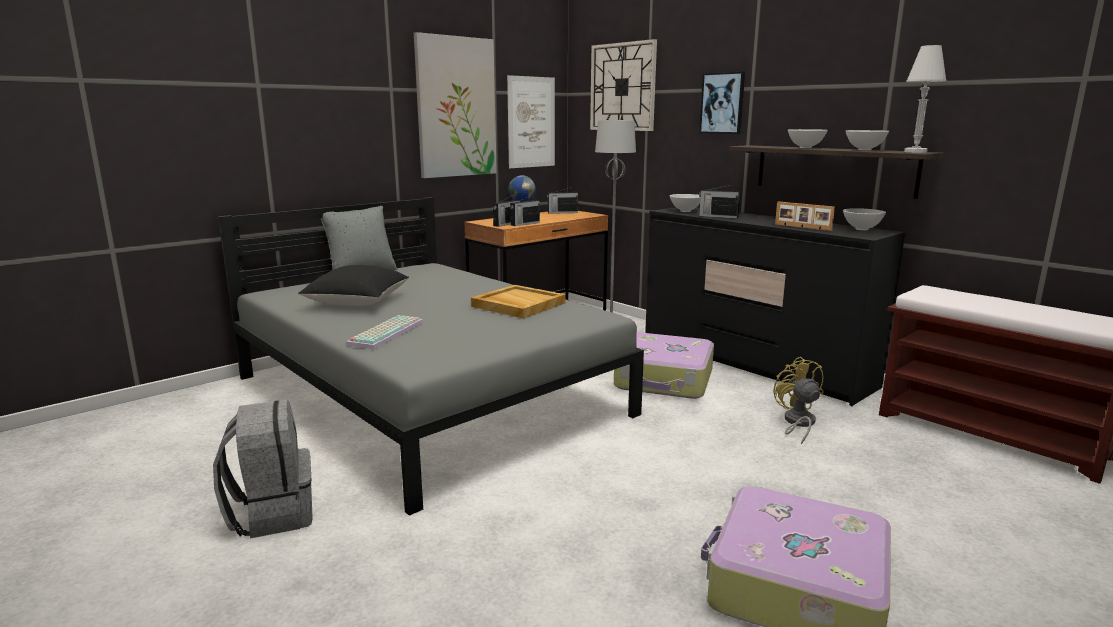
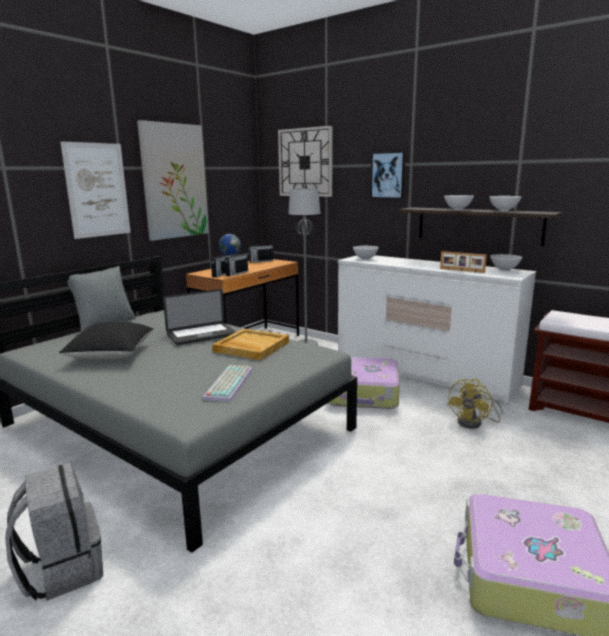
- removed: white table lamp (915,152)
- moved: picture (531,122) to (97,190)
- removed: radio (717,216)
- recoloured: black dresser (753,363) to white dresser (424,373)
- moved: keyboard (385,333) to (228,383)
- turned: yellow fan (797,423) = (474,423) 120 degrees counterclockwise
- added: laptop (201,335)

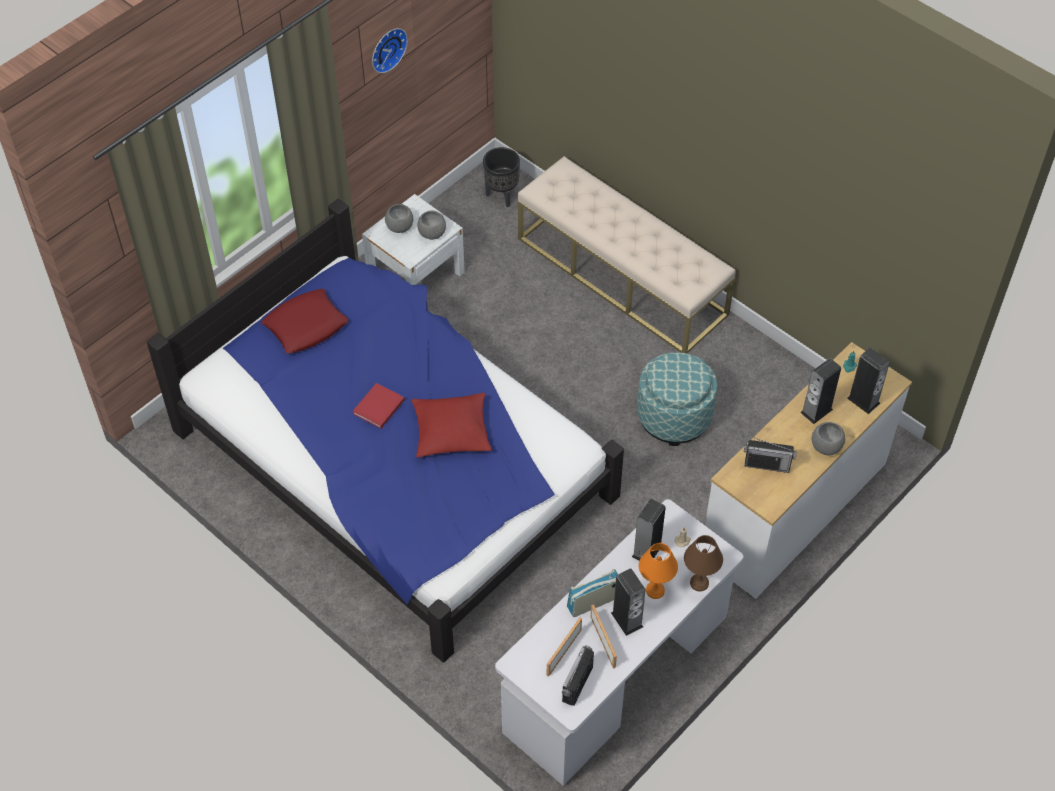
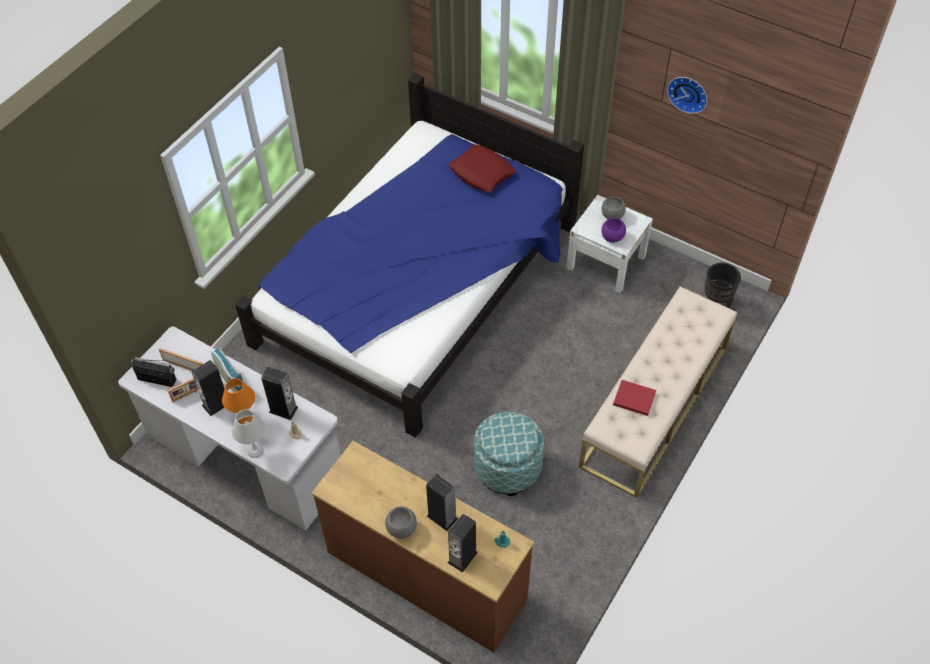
- recoloured: grey bowl (432,233) to purple bowl (612,237)
- recoloured: white dresser (795,510) to brown dresser (425,576)
- moved: red book (378,408) to (633,398)
- removed: red pillow (451,431)
- removed: radio (767,465)
- recoloured: brown table lamp (698,582) to white table lamp (255,450)

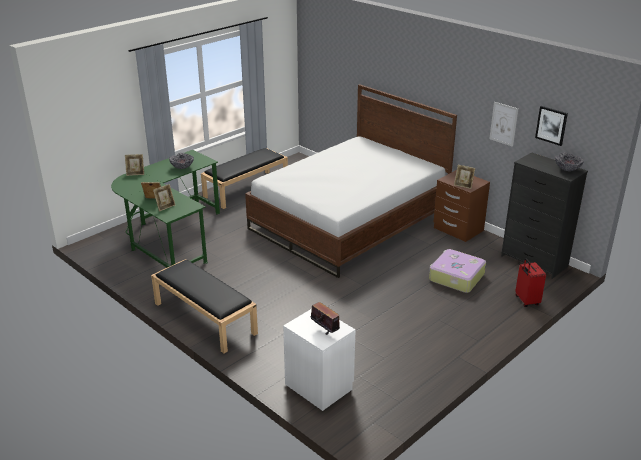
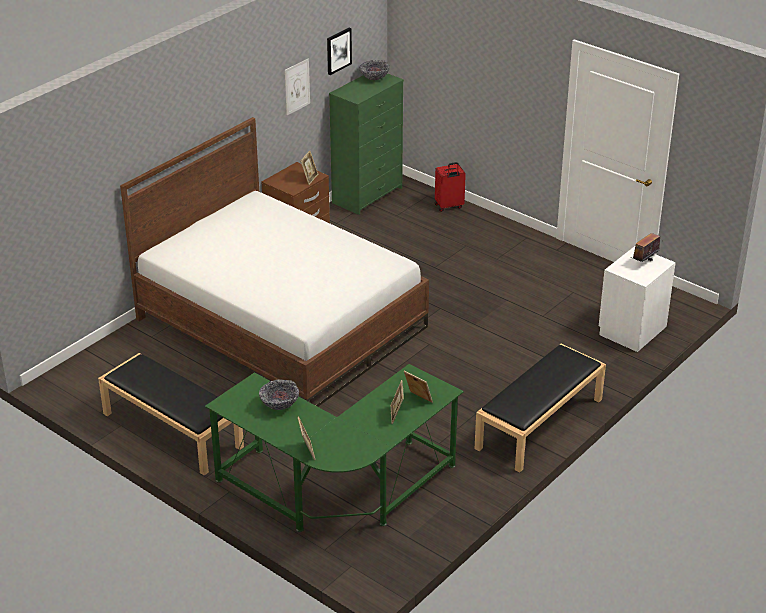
- recoloured: black dresser (534,261) to green dresser (368,195)
- removed: suitcase (455,277)

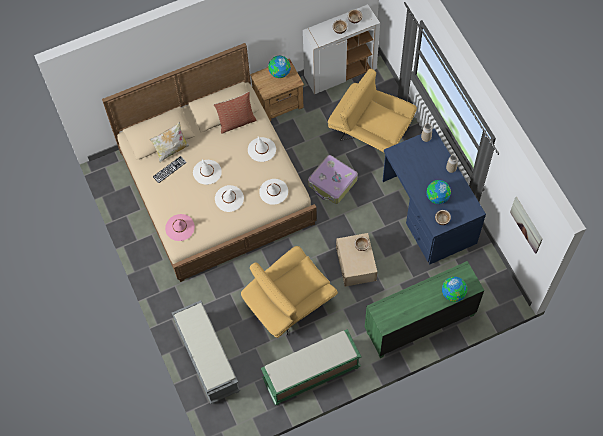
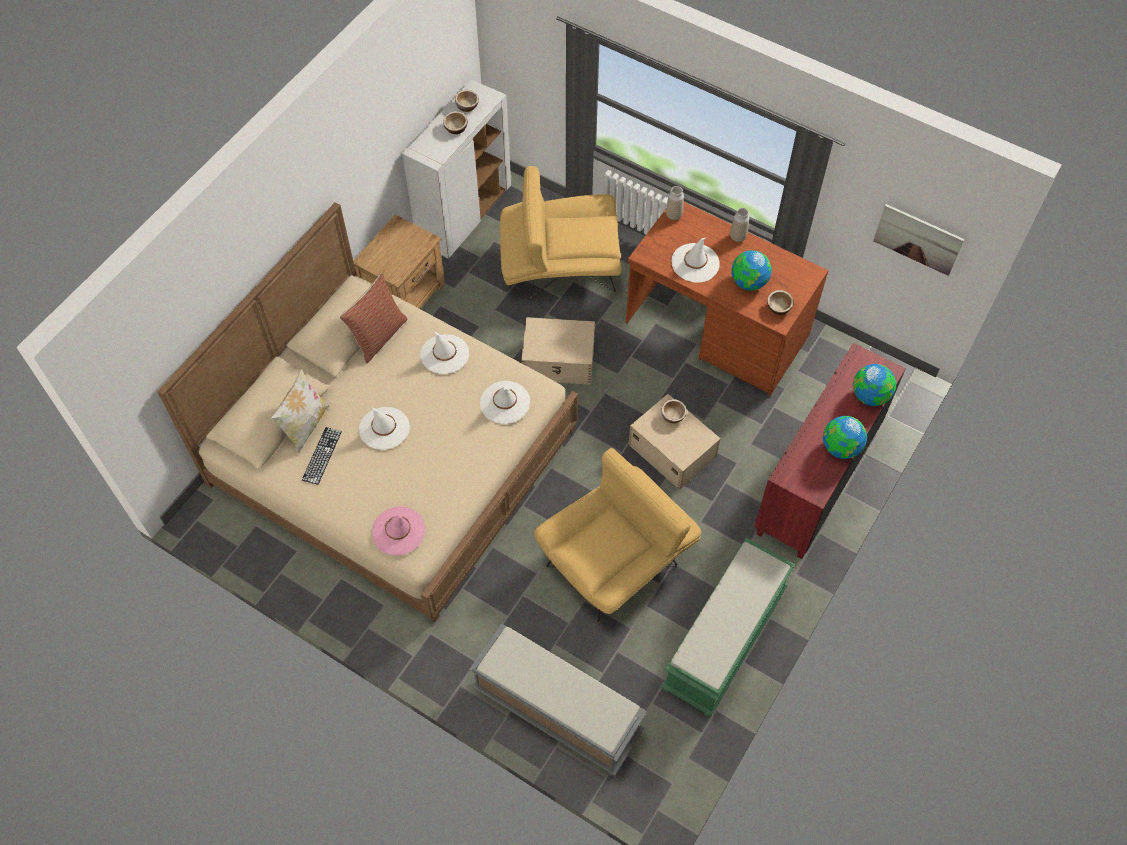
- moved: globe (279,73) to (840,448)
- recoloured: blue desk (428,212) to brown desk (716,330)
- replaced: suitcase (332,183) to beige storage box (559,361)
- moved: white hat (229,198) to (695,263)
- turned: yellow armchair (289,302) = (618,557) 150 degrees counterclockwise
- recoloured: green dresser (419,323) to red dresser (816,480)

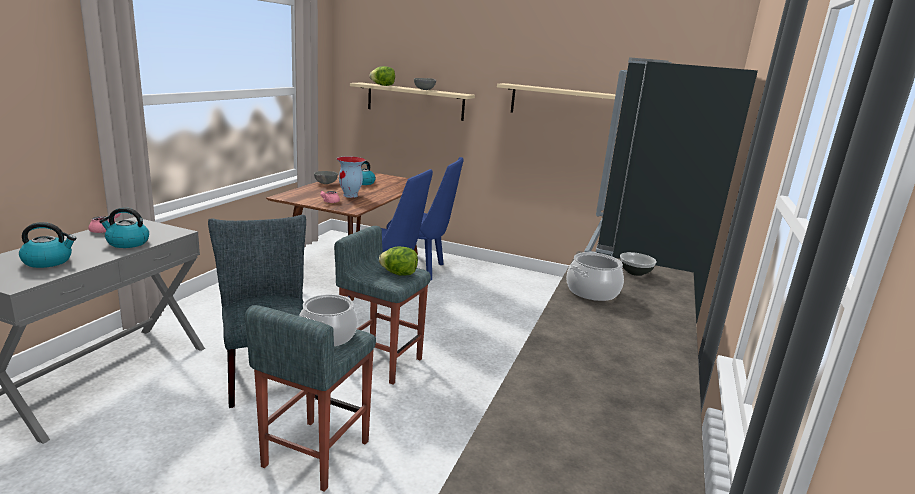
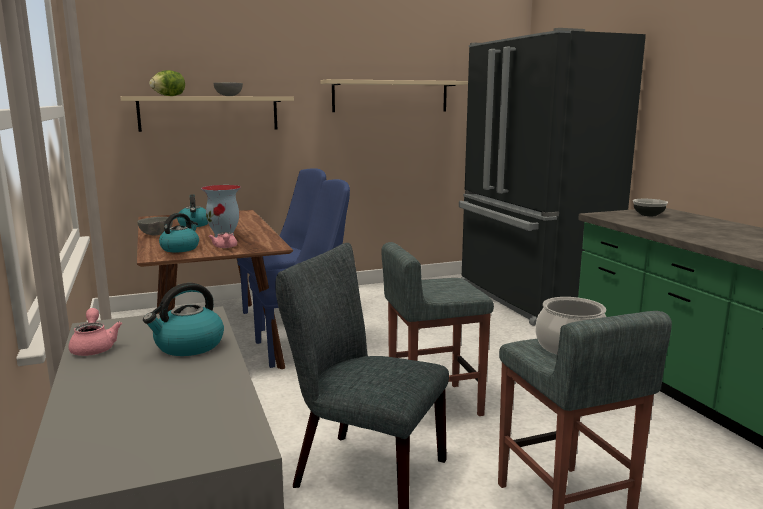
- moved: kettle (48,261) to (180,248)
- removed: lettuce (399,274)
- removed: cooking pot (592,291)

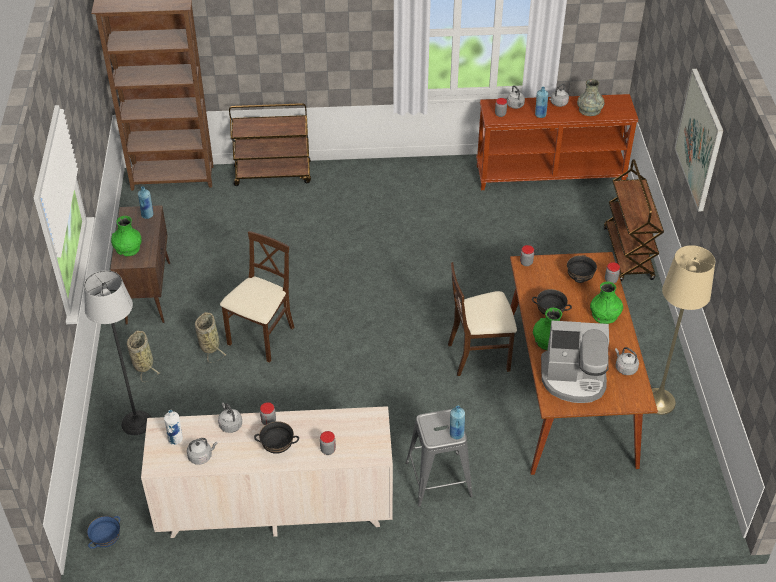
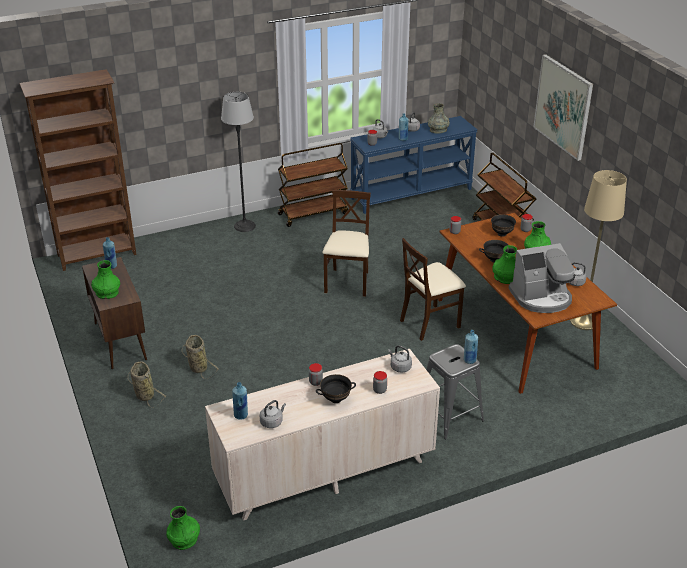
- recoloured: brown console table (550,174) to blue console table (411,193)
- moved: brown cart (273,174) to (313,213)
- moved: beige chair (262,337) to (348,283)
- moved: floor lamp (136,423) to (244,226)
- moved: grey kettle (230,424) to (399,367)
- recoloured: white bottle (175,439) to blue bottle (241,415)
- replaced: blue bowl (106,540) to green vase (184,539)

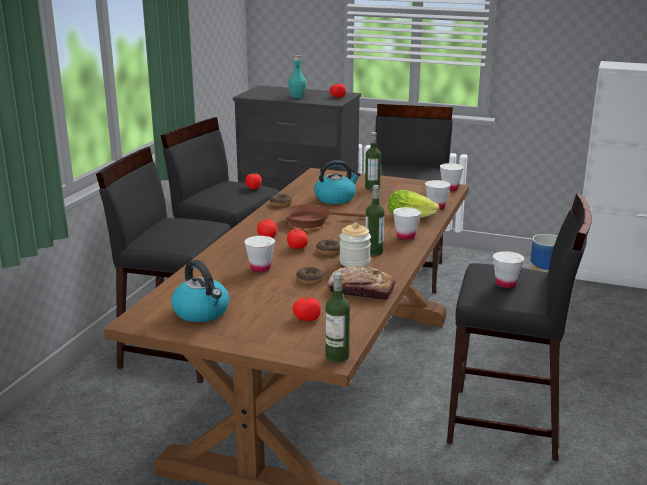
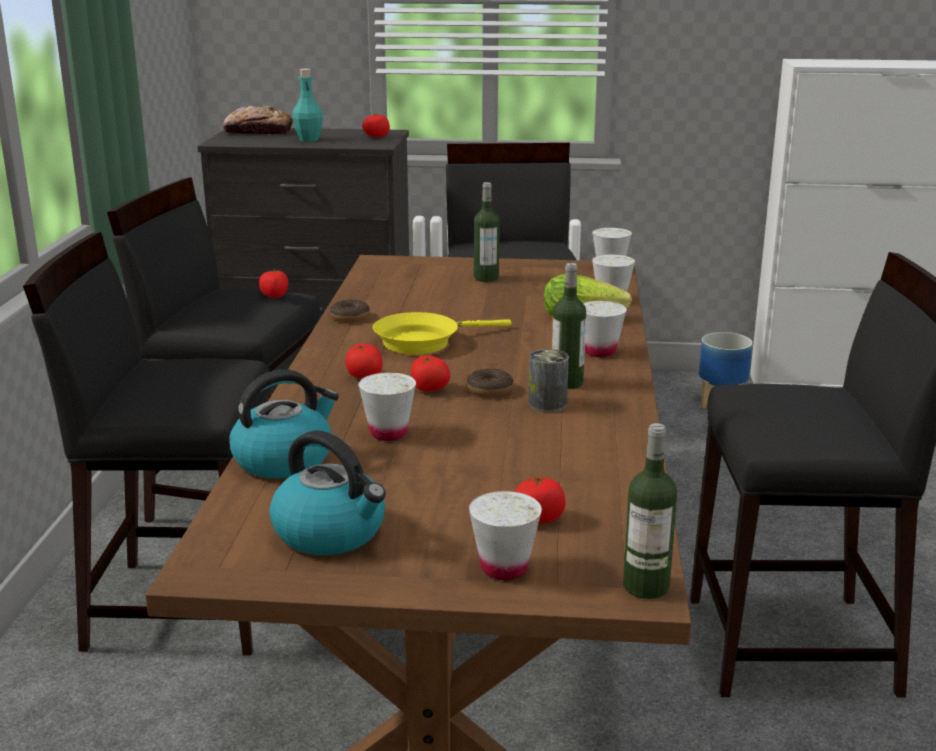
- moved: kettle (335,198) to (284,460)
- recoloured: brown frying pan (311,221) to yellow frying pan (423,341)
- replaced: jar (354,262) to can (547,404)
- moved: white cup (505,284) to (504,569)
- moved: bread (361,291) to (258,132)
- removed: donut (310,280)

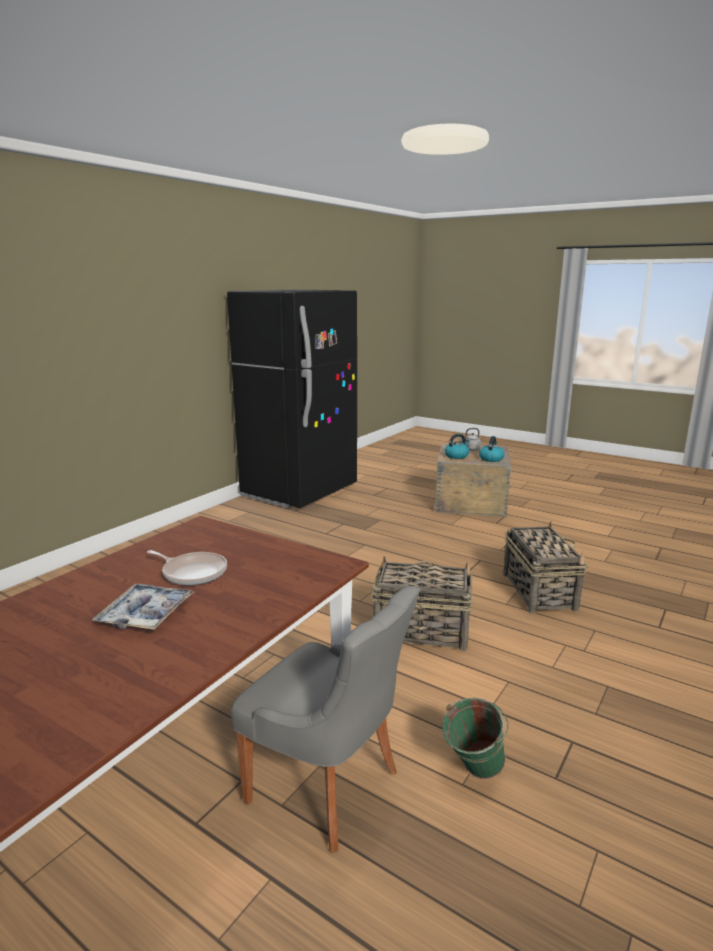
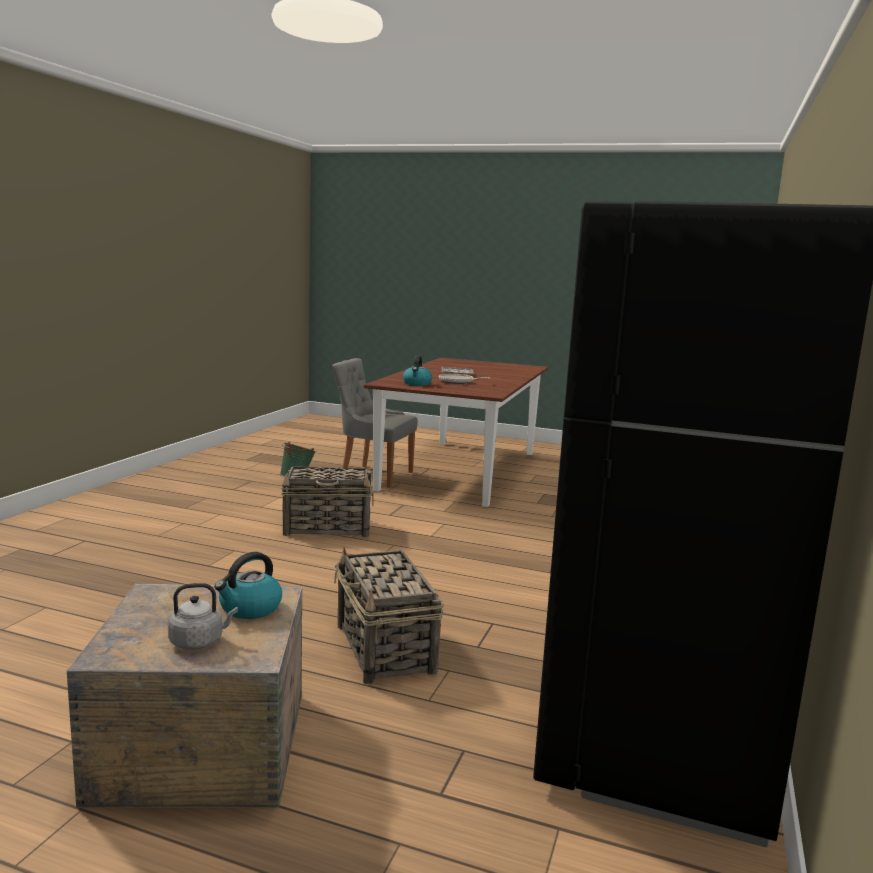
- moved: kettle (491,459) to (417,383)
- moved: basket (538,591) to (385,649)

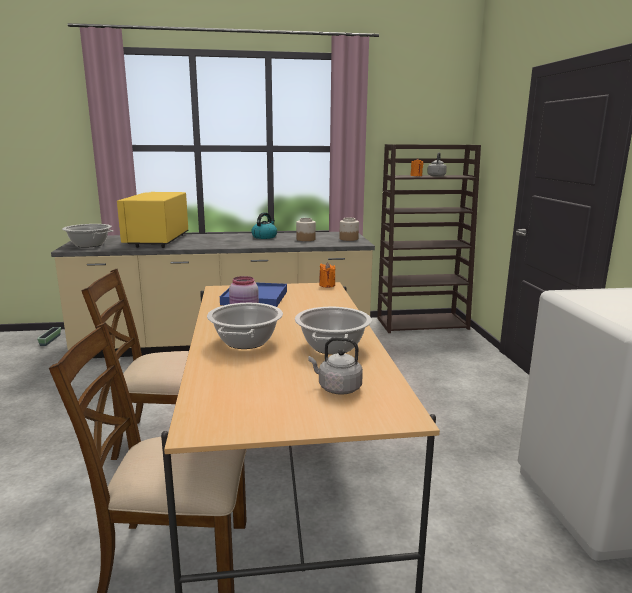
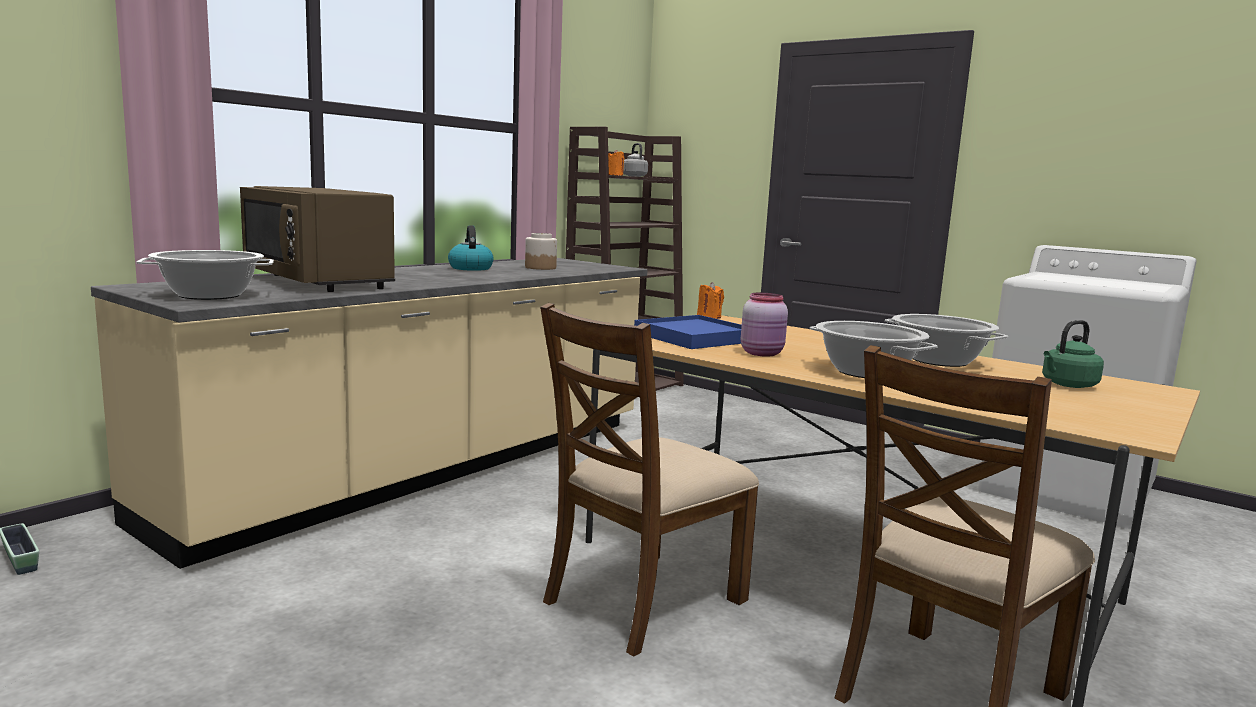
- recoloured: yellow microwave (157,240) to brown microwave (318,281)
- removed: jar (348,239)
- recoloured: grey kettle (337,388) to green kettle (1067,385)

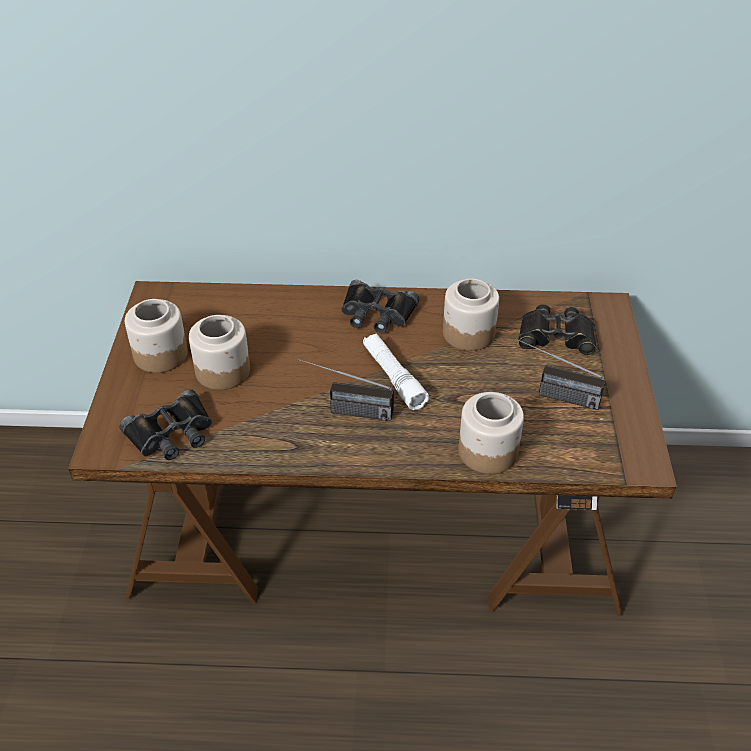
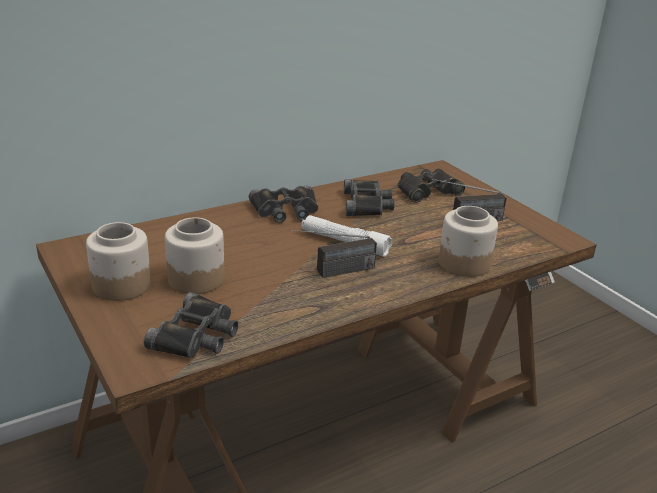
- replaced: jar (468,333) to black binoculars (367,204)

